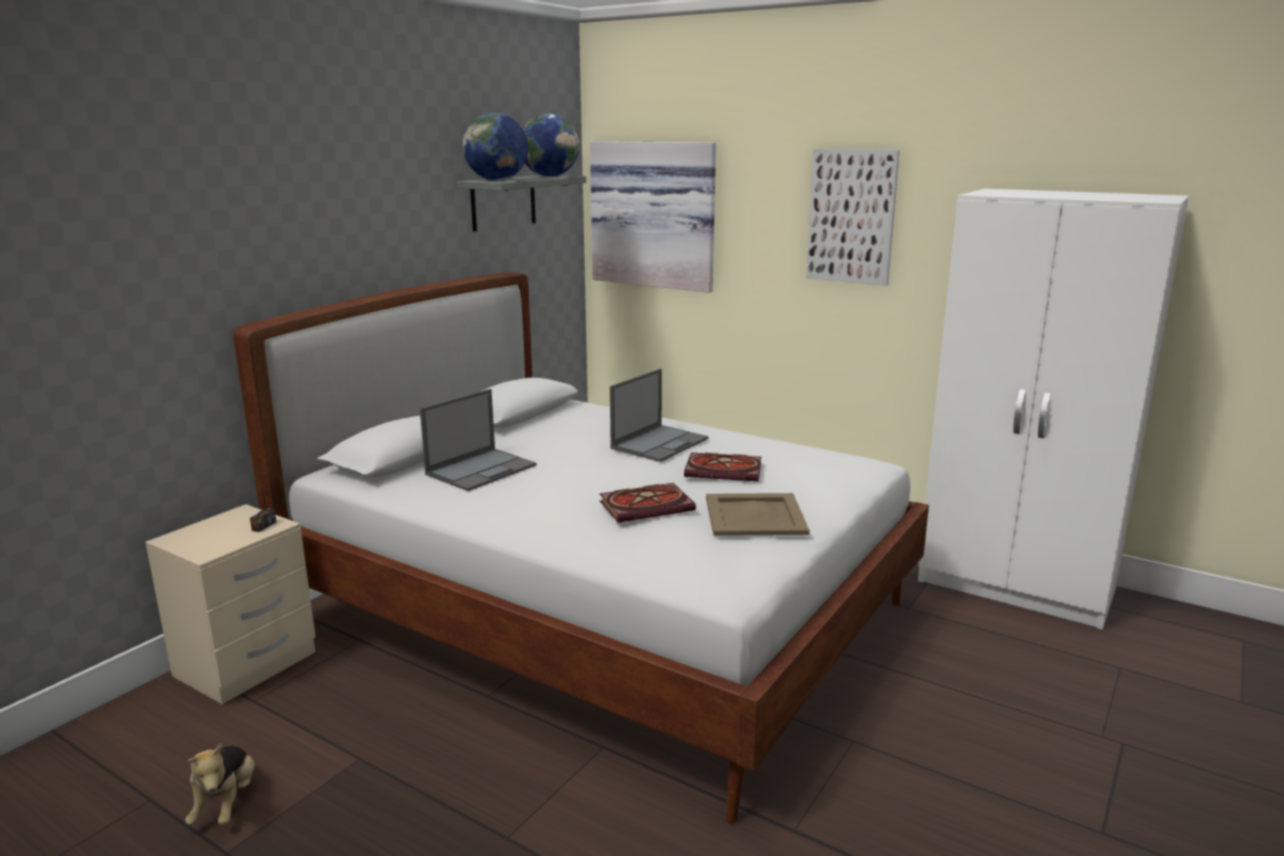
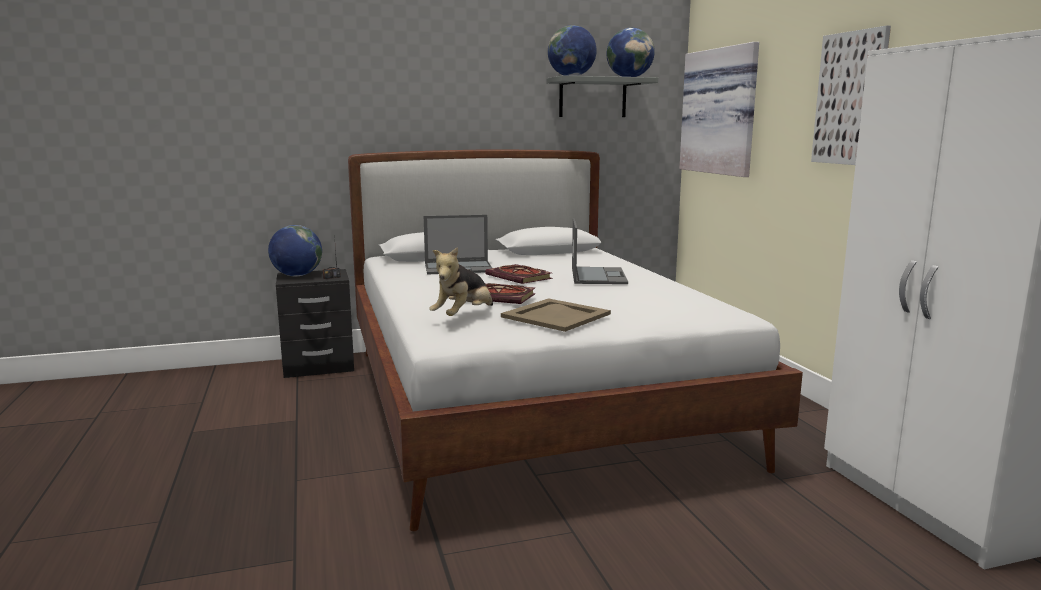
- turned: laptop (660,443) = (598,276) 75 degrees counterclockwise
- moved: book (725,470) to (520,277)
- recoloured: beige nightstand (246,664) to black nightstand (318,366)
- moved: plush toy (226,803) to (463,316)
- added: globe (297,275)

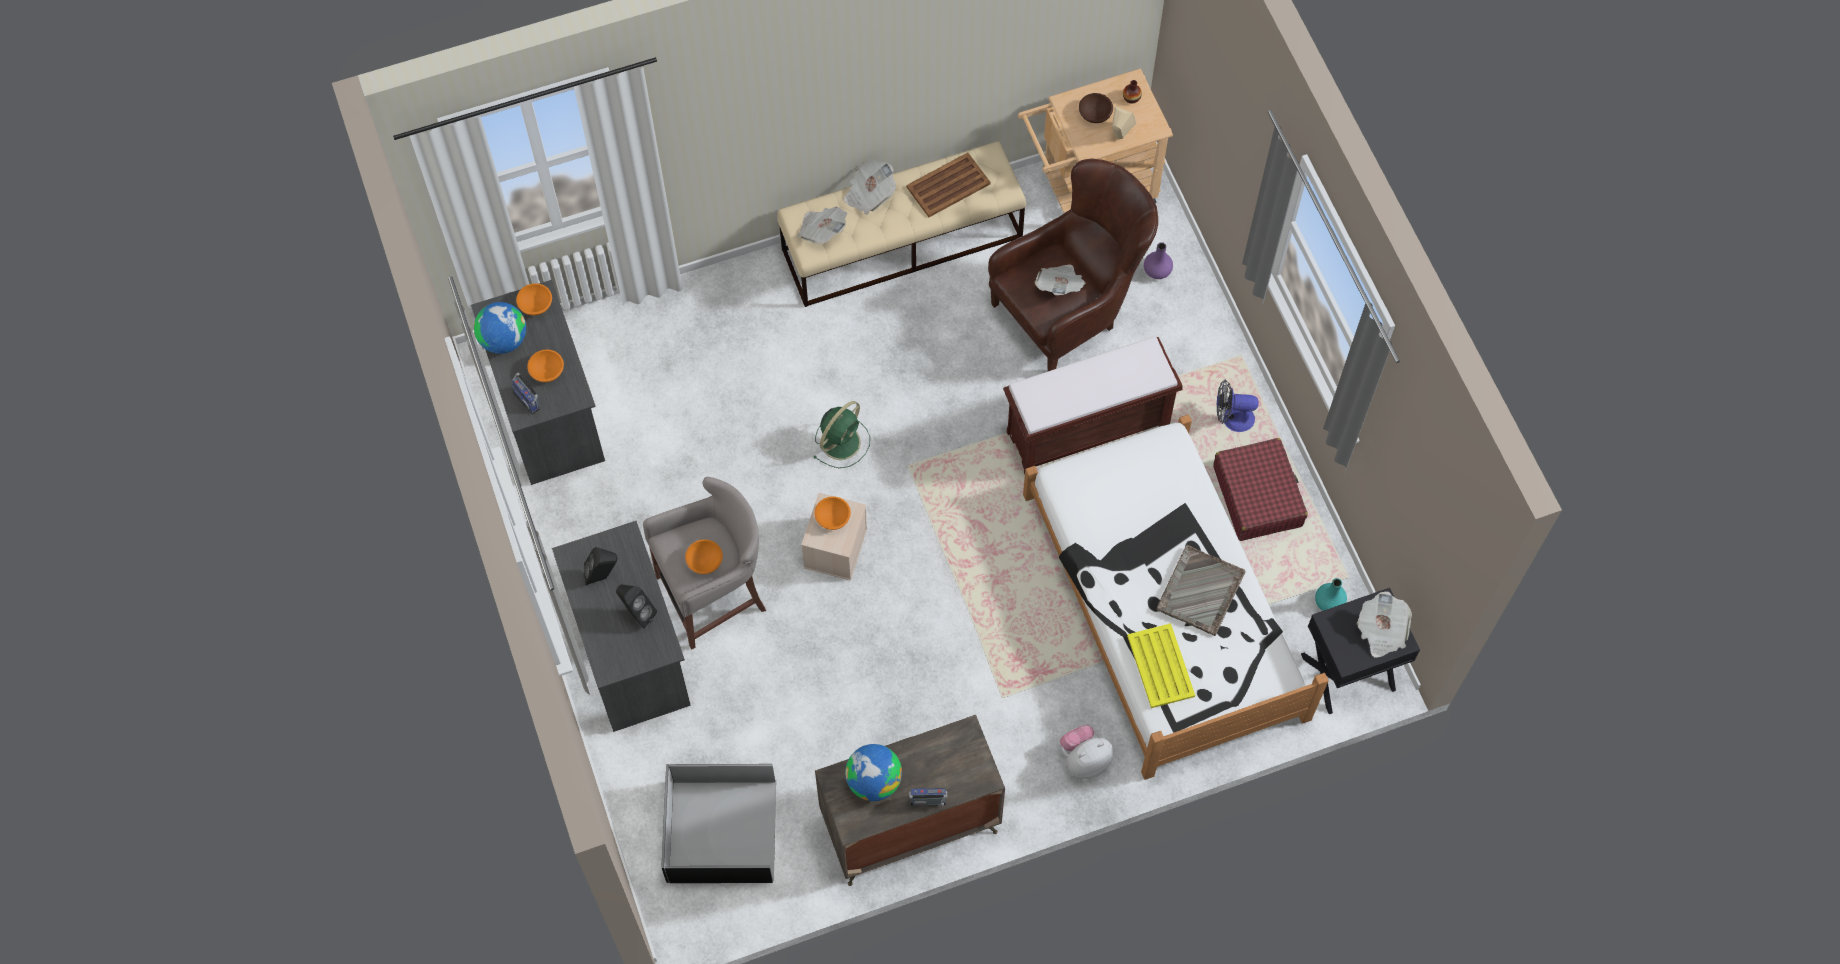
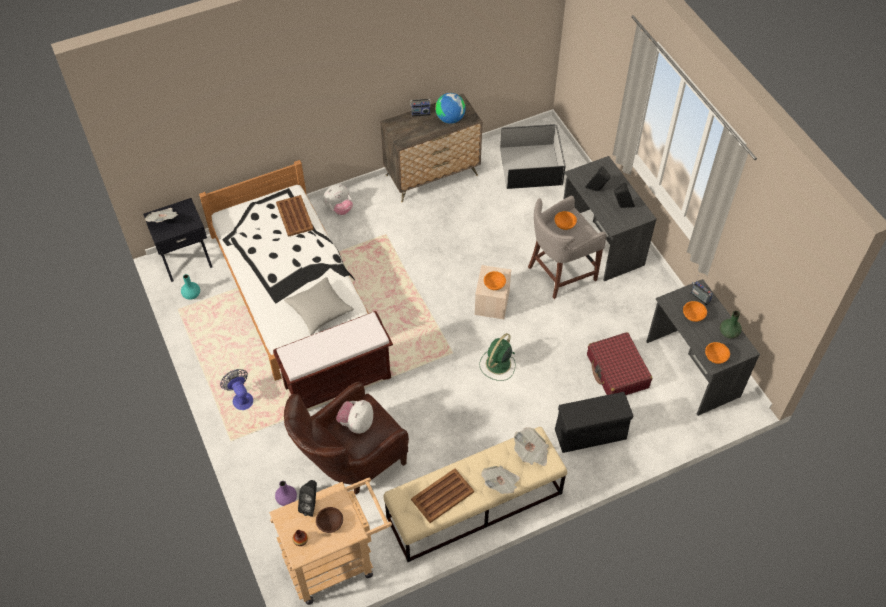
- recoloured: beige speaker (1119,136) to black speaker (311,505)
- replaced: newspaper (1059,286) to plush toy (356,424)
- replaced: globe (504,340) to green vase (728,332)
- turned: fan (1232,418) = (241,398) 120 degrees counterclockwise
- moved: red suitcase (1257,495) to (617,371)
- removed: grey tray (1200,592)
- recoloured: yellow tray (1160,665) to brown tray (294,216)
- added: grey pillow (319,310)
- added: black storage box (589,434)

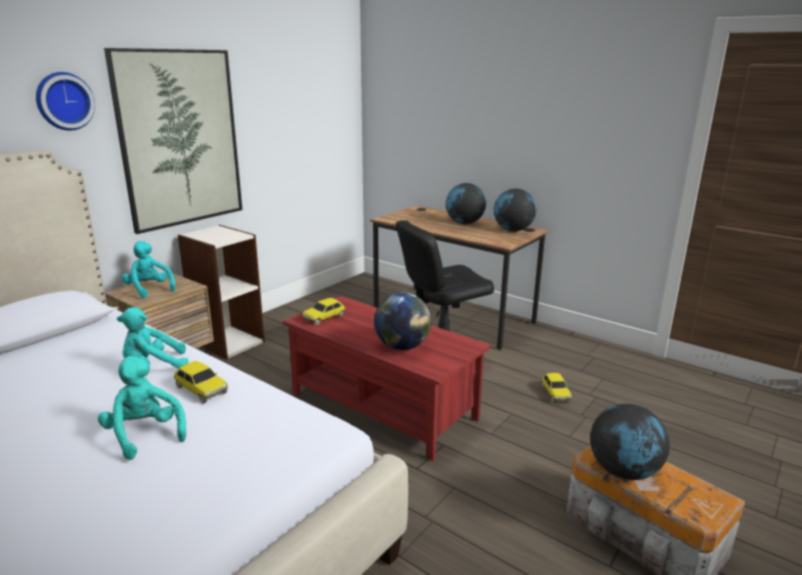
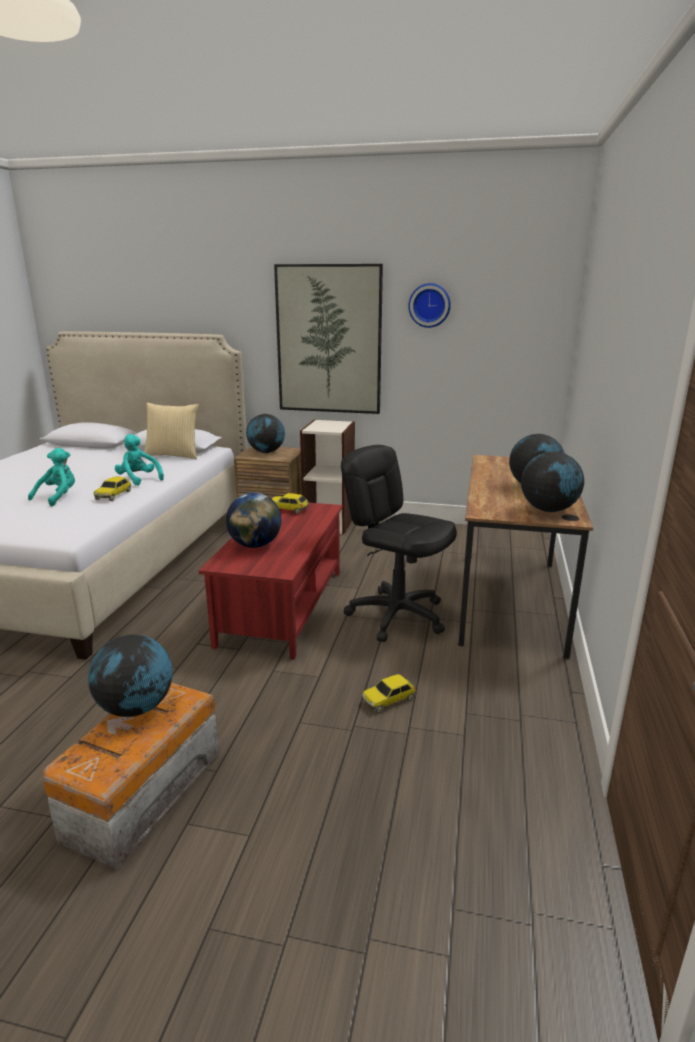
- moved: wall clock (64,101) to (429,305)
- replaced: turquoise plush toy (149,289) to globe (266,452)
- added: pillow (174,455)

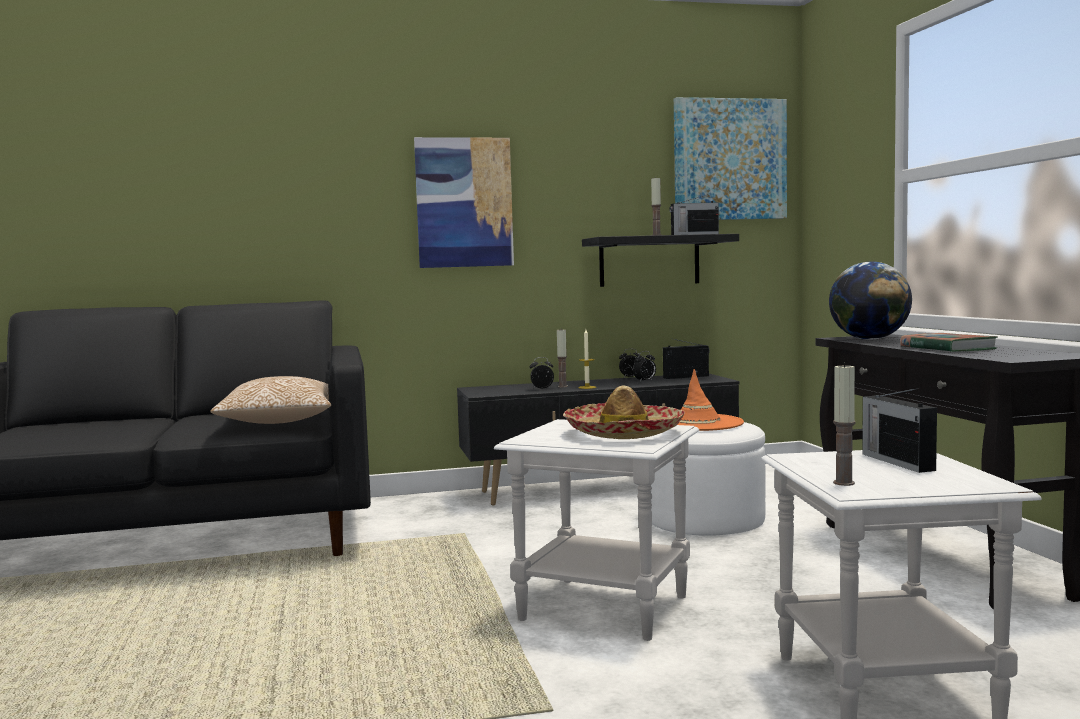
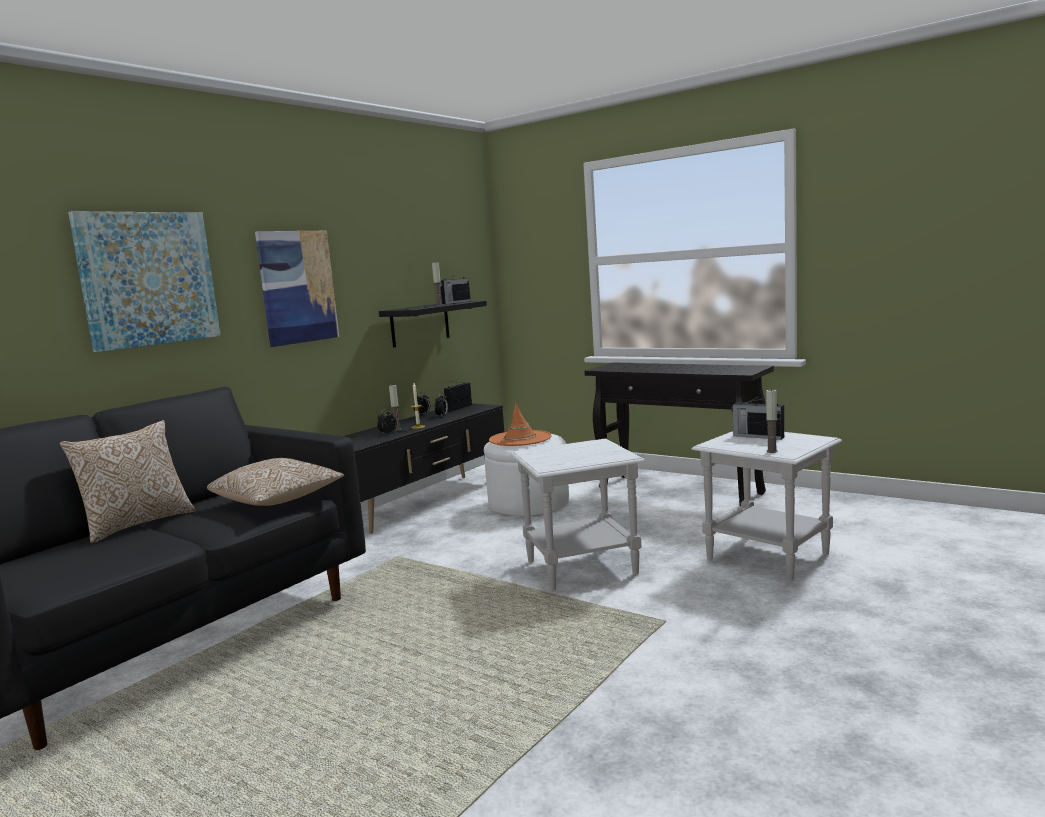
- moved: picture (729,159) to (148,279)
- removed: globe (869,339)
- removed: book (947,348)
- removed: hat (624,433)
- added: pillow (137,524)

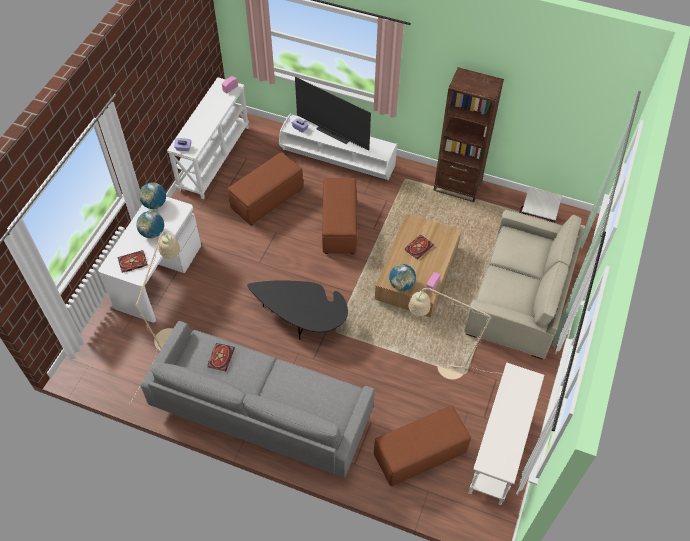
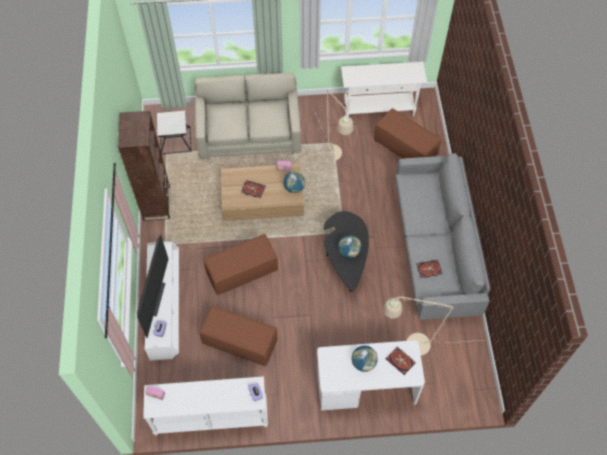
- moved: globe (155,204) to (349,251)

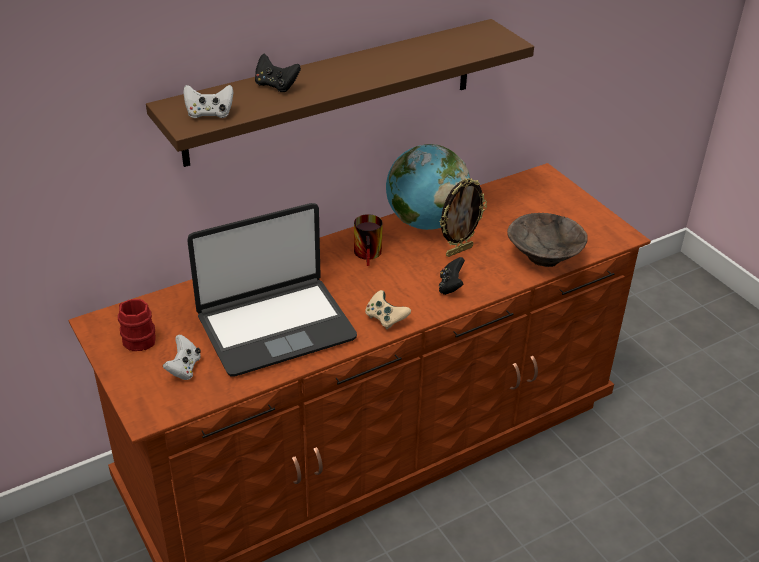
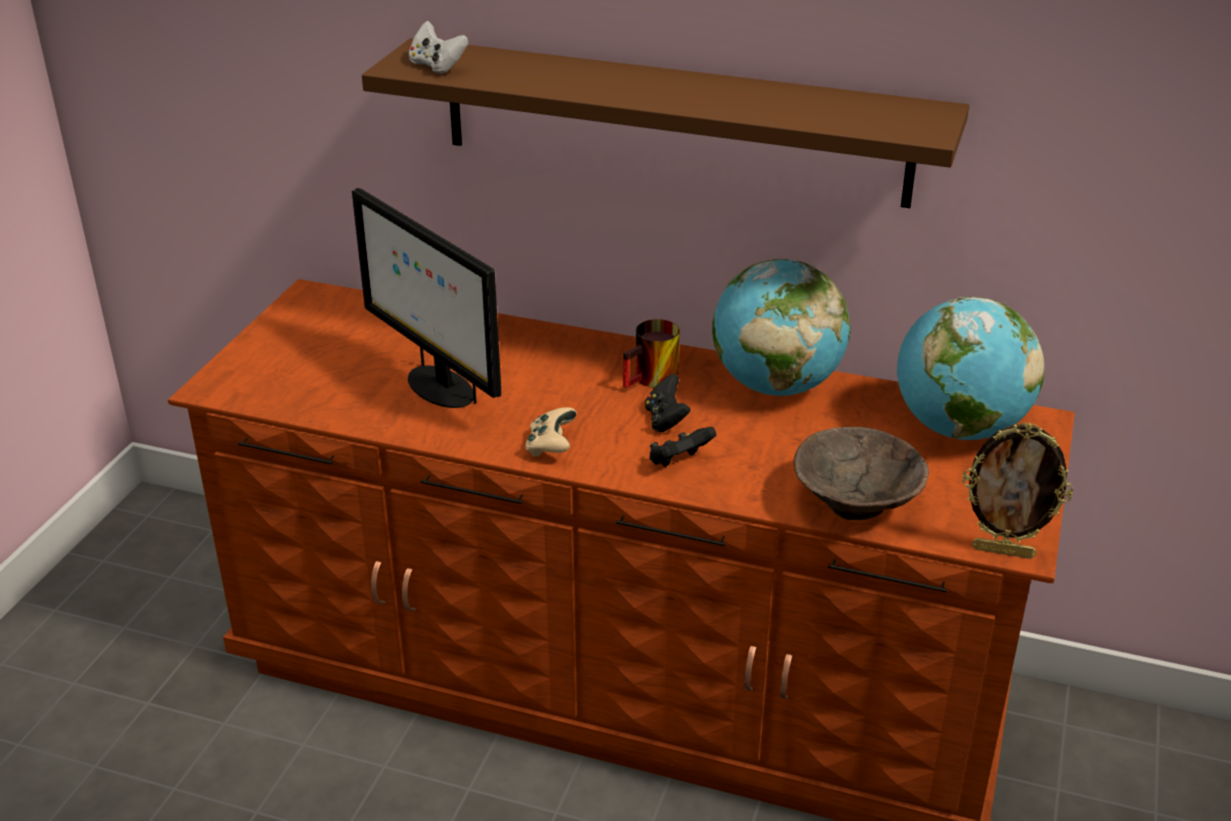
- moved: black game controller (276,86) to (665,420)
- moved: picture frame (458,250) to (1003,551)
- replaced: laptop (275,326) to monitor (438,386)
- removed: red mug (136,338)
- removed: white game controller (184,368)
- added: globe (958,429)

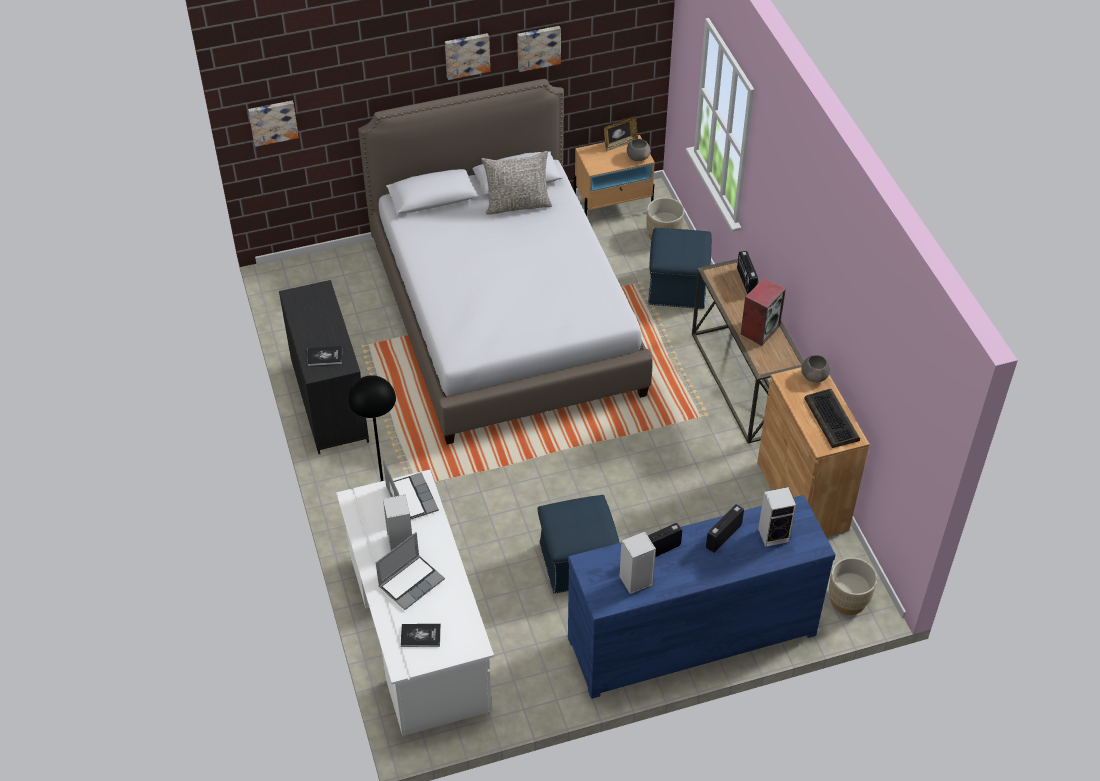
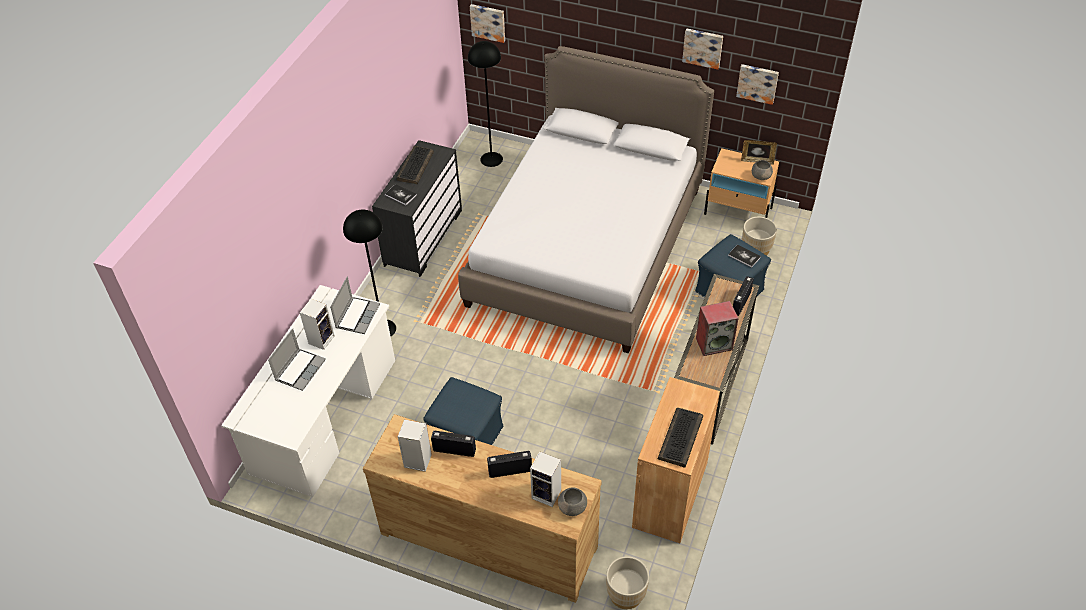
- moved: picture (467,55) to (757,83)
- removed: grey pillow (517,204)
- moved: grey bowl (814,376) to (573,507)
- recoloured: blue dresser (690,635) to brown dresser (488,538)
- turned: laptop (411,582) = (300,369) 60 degrees counterclockwise
- moved: book (420,636) to (744,256)
- added: black floor lamp (491,159)
- added: keyboard (415,165)

